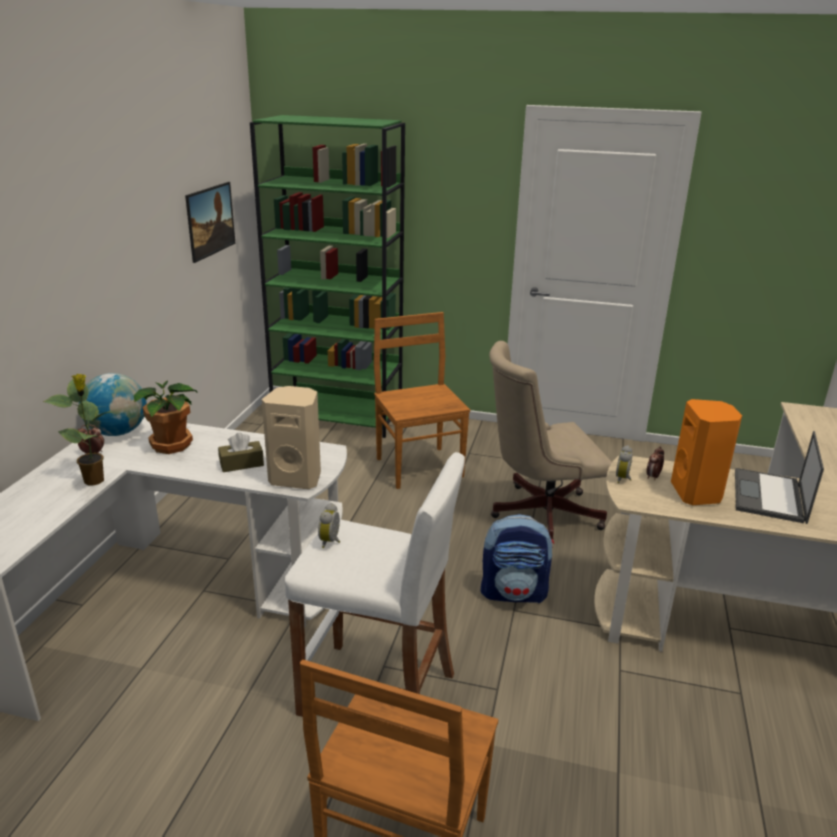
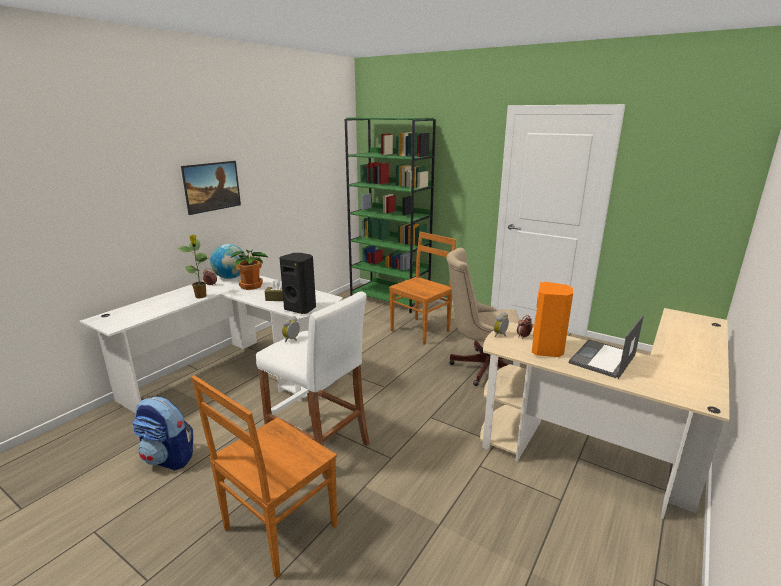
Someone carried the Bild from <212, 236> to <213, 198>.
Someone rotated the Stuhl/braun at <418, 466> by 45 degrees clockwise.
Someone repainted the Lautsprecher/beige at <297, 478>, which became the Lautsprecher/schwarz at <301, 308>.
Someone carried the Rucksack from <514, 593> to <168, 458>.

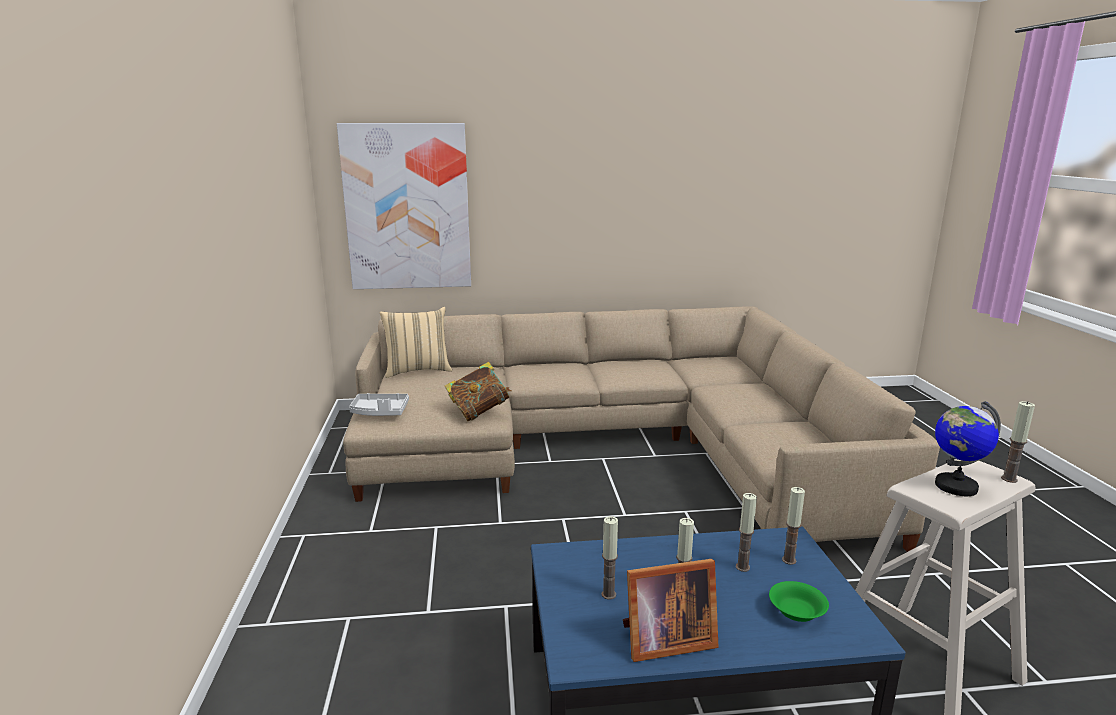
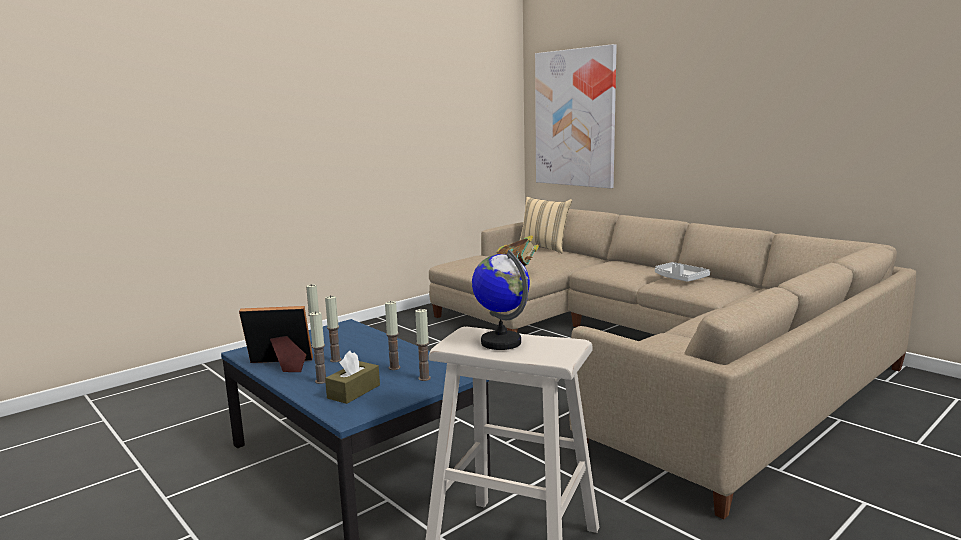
Someone carried the Tablett/grau from <380, 412> to <679, 279>.
Someone carried the Kerze from <1009, 479> to <321, 381>.
Someone rotated the Bilderrahmen at <664, 641> by 135 degrees clockwise.
Someone swapped the Schüssel/grün at <797, 612> for the Taschentuchbox/braun at <354, 391>.

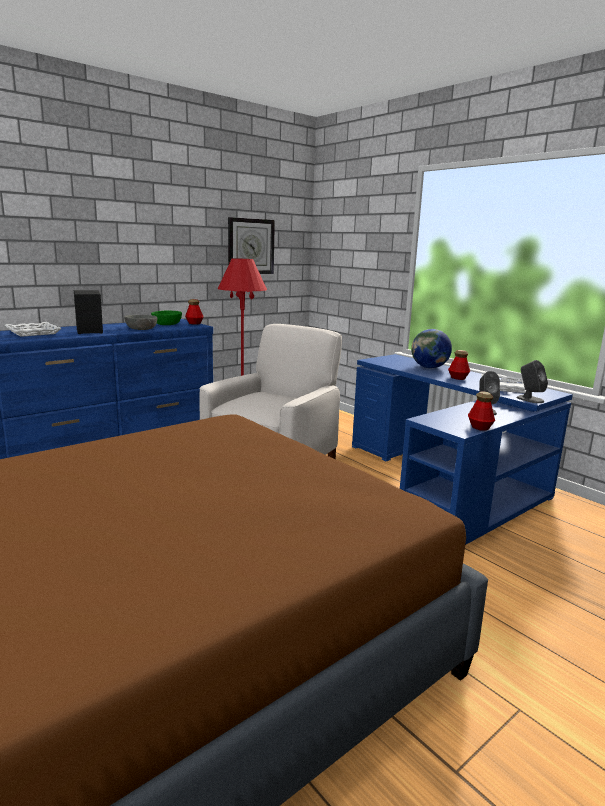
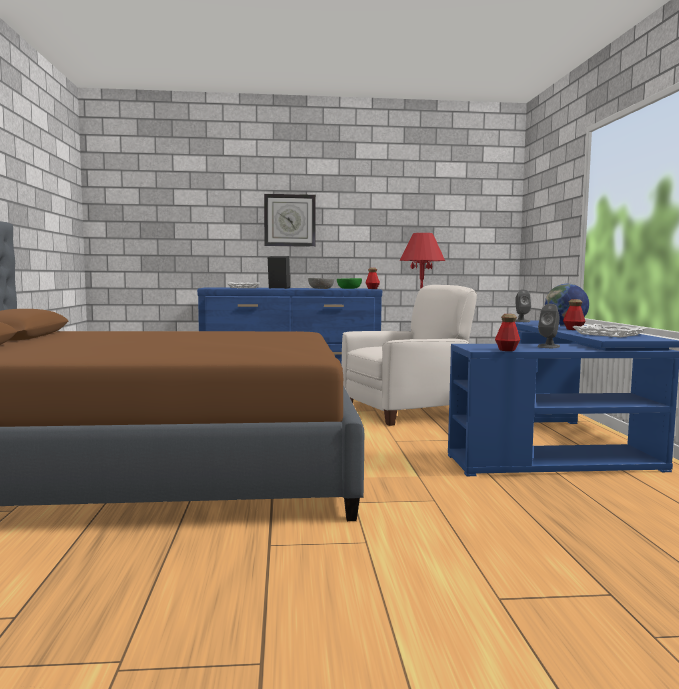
Someone carried the Wanduhr from <250, 246> to <290, 220>.
Someone carried the Lautsprecher/grau from <529, 399> to <521, 321>.

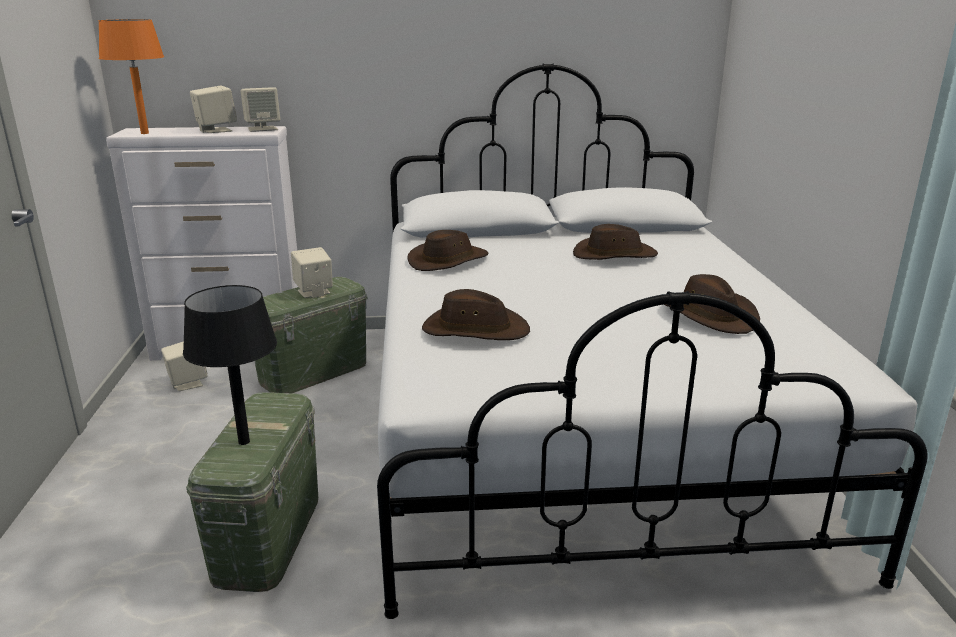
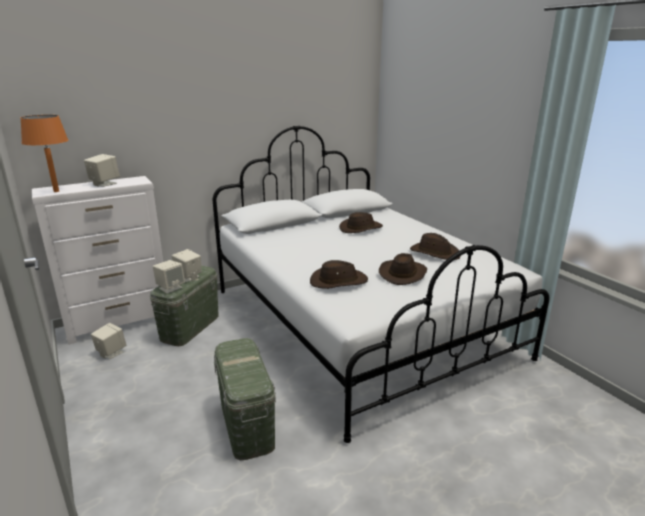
Someone carried the Lautsprecher/beige from <262, 129> to <170, 288>.
Someone carried the Hut/braun from <448, 261> to <402, 274>.
Someone took away the Tischlampe/schwarz at <244, 442>.

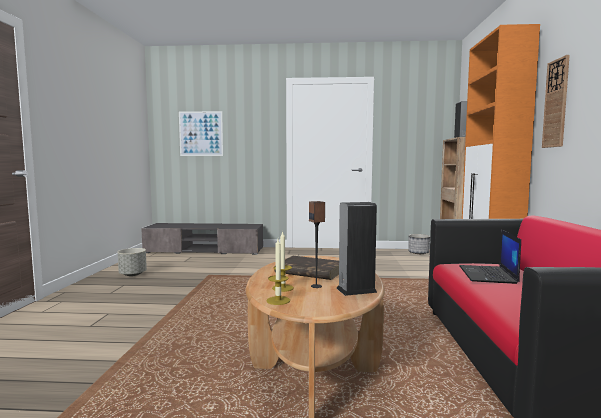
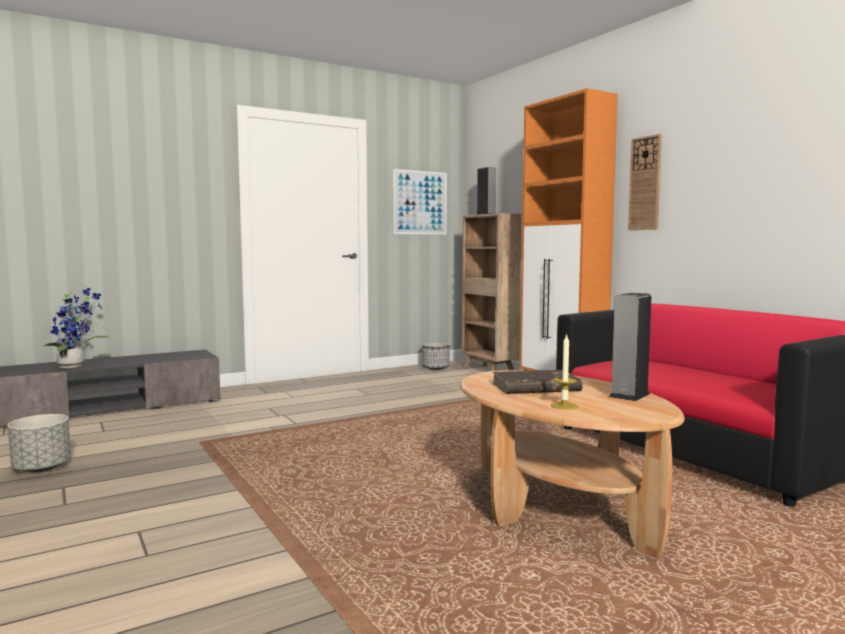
Someone carried the Bild from <201, 133> to <420, 202>.
Someone took away the Lautsprecher at <316, 286>.
Someone took away the Laptop at <488, 275>.
Someone took away the Kerze at <278, 300>.
Someone put down the Topfpflanze at <74, 366>.

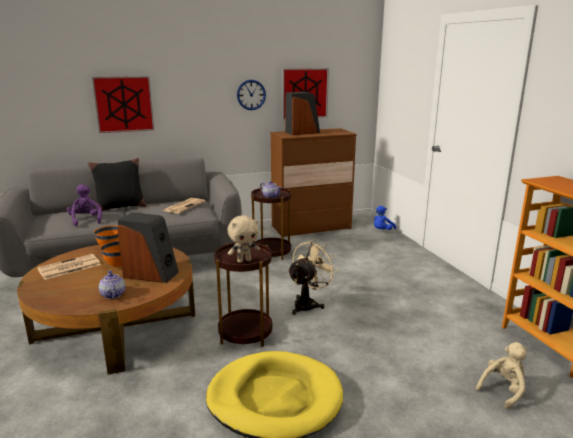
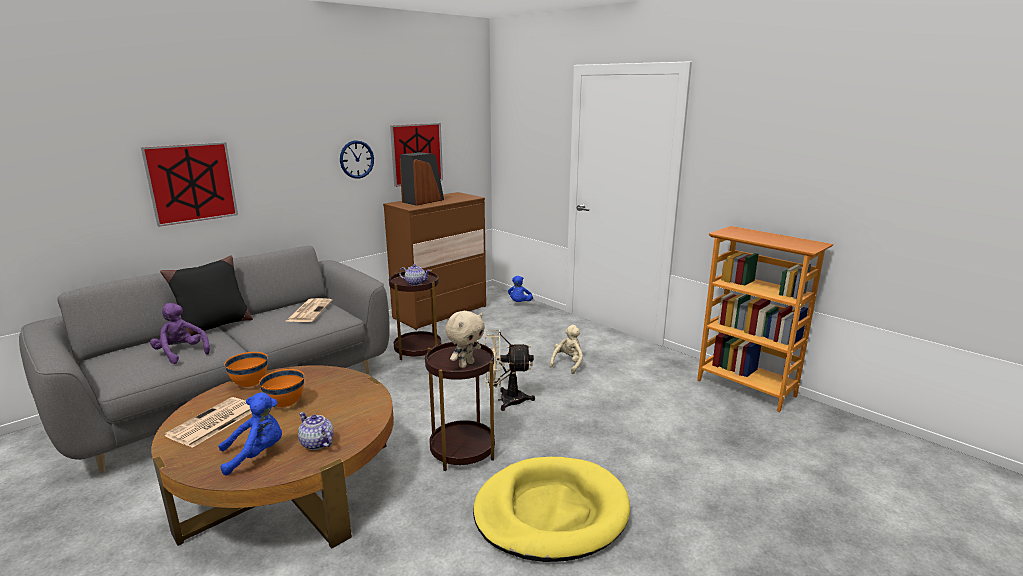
Someone took away the Lautsprecher at <151, 274>.
Someone rotated the Ventilator/beige at <308, 304> by 105 degrees counterclockwise.
Someone carried the Plüschtier/beige from <503, 390> to <568, 364>.
Someone put down the Plüschtier/blau at <256, 454>.

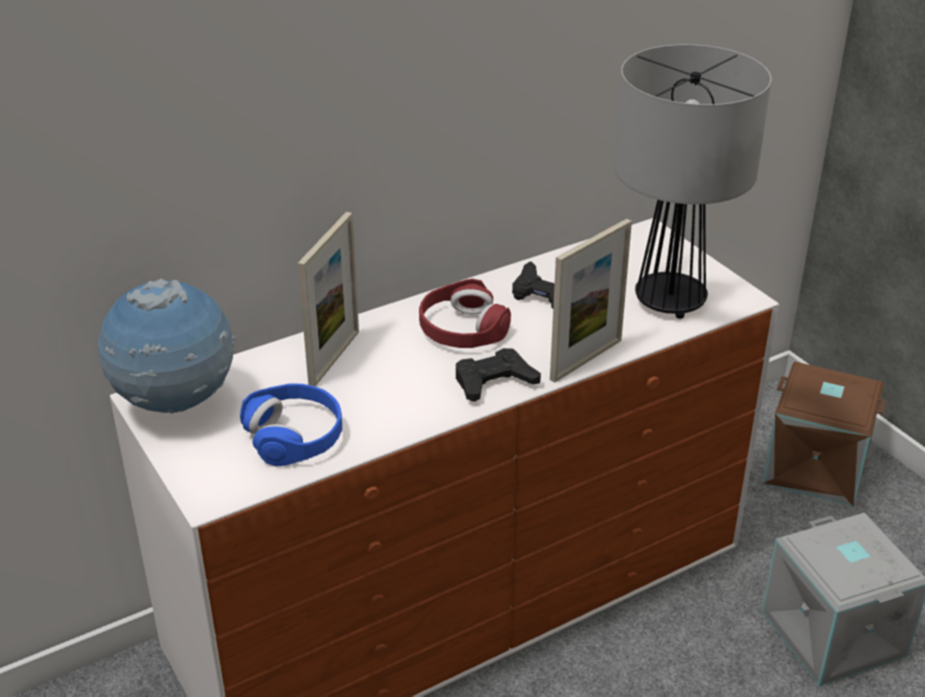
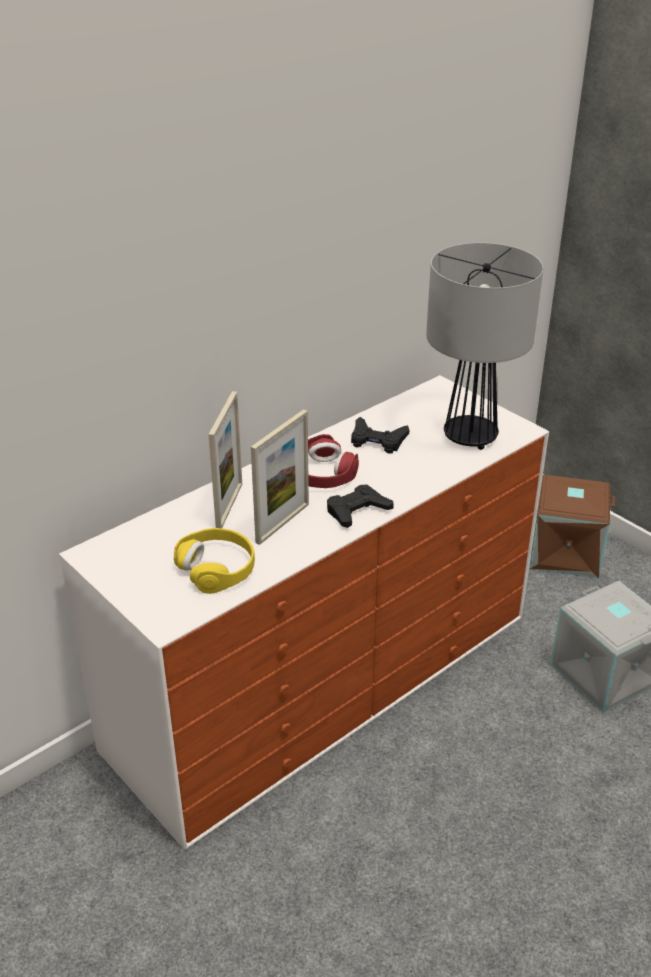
Someone carried the Bilderrahmen from <586, 359> to <282, 523>.
Someone took away the Globus at <176, 405>.
Someone repainted the Kopfhörer/blau at <294, 435>, which became the Kopfhörer/gelb at <217, 568>.

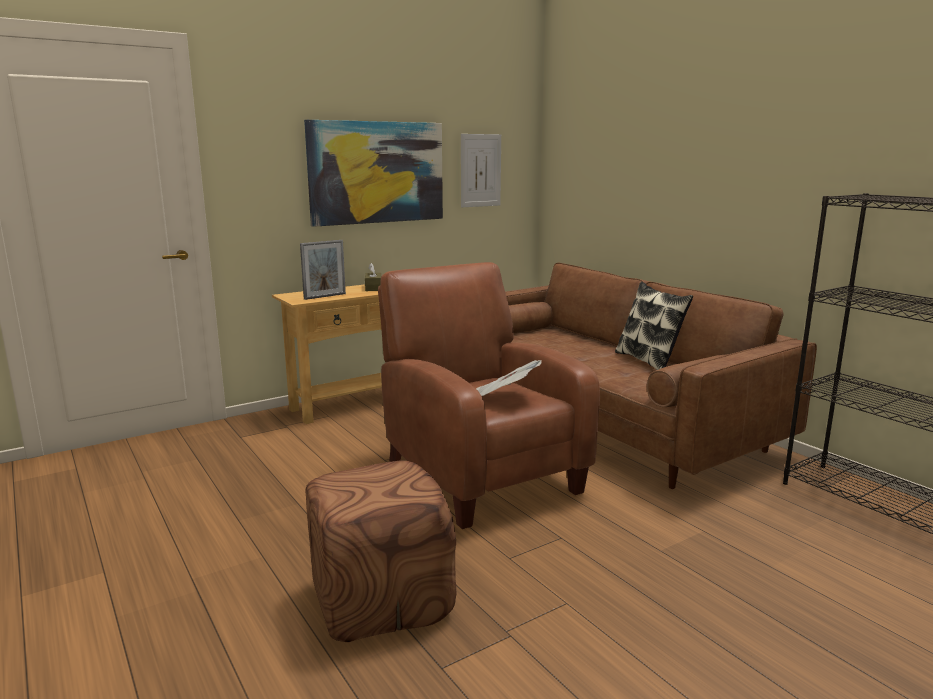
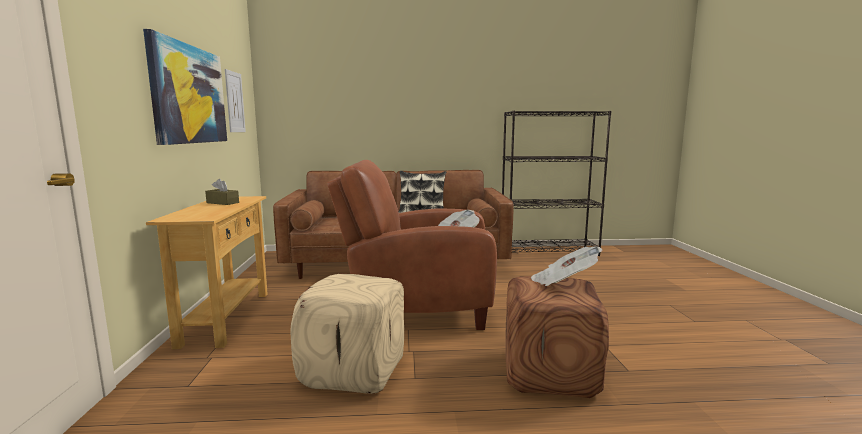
Someone took away the Bilderrahmen at <325, 296>.
Someone put down the Zeitung at <564, 282>.
Someone put down the Polsterhocker/beige at <353, 371>.

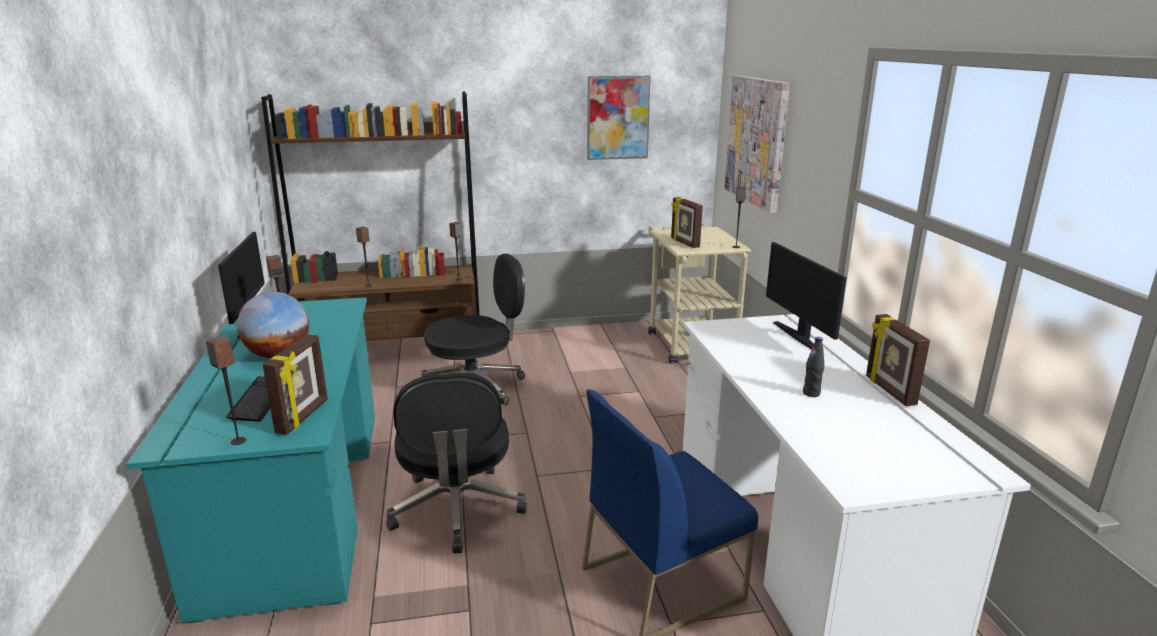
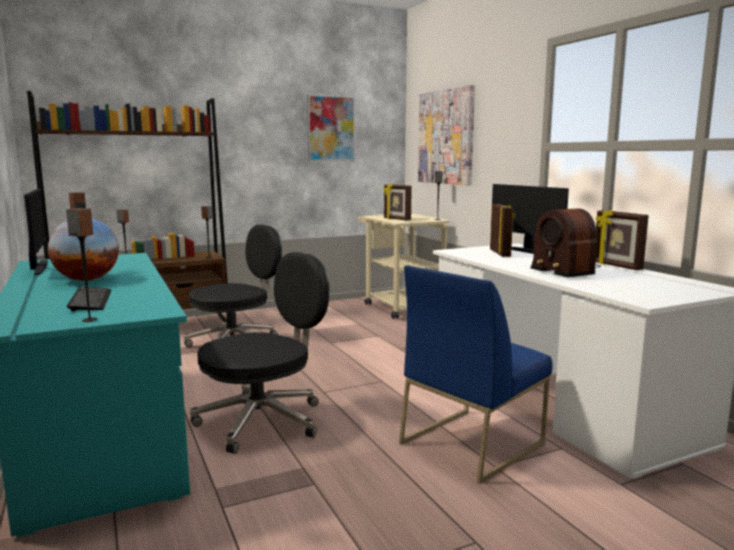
Someone carried the Bilderrahmen from <303, 417> to <500, 253>.
Someone swapped the Flasche/schwarz at <811, 393> for the Radio at <564, 270>.
Someone rotated the Bürostuhl/schwarz at <457, 509> by 105 degrees counterclockwise.

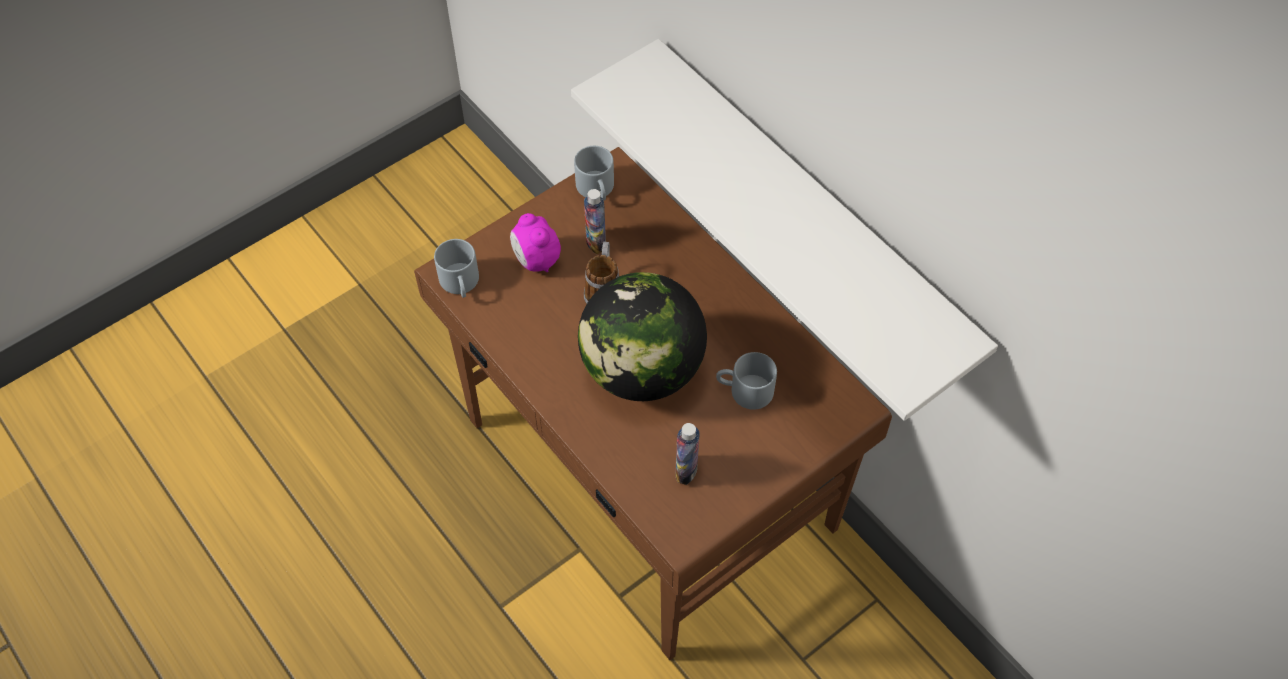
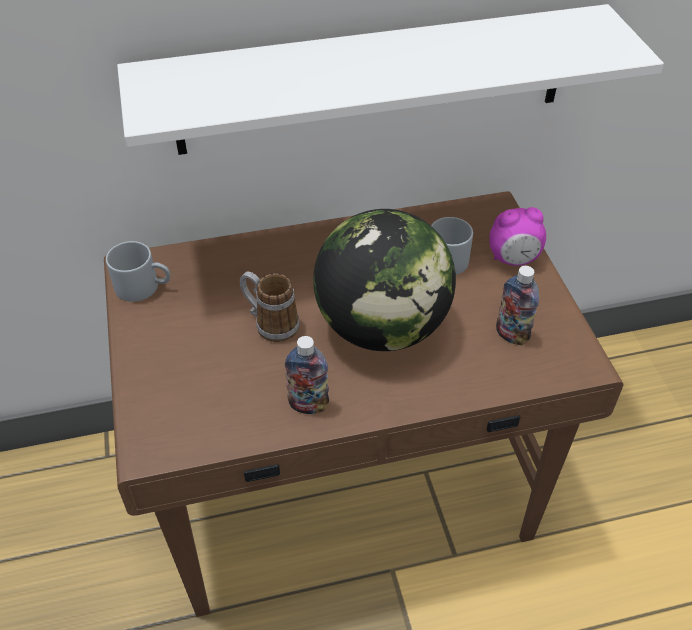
Someone carried the Flasche from <596, 242> to <308, 405>.
Someone carried the Wecker from <536, 260> to <513, 259>.
Someone took away the Henkelbecher/grau at <461, 283>.

